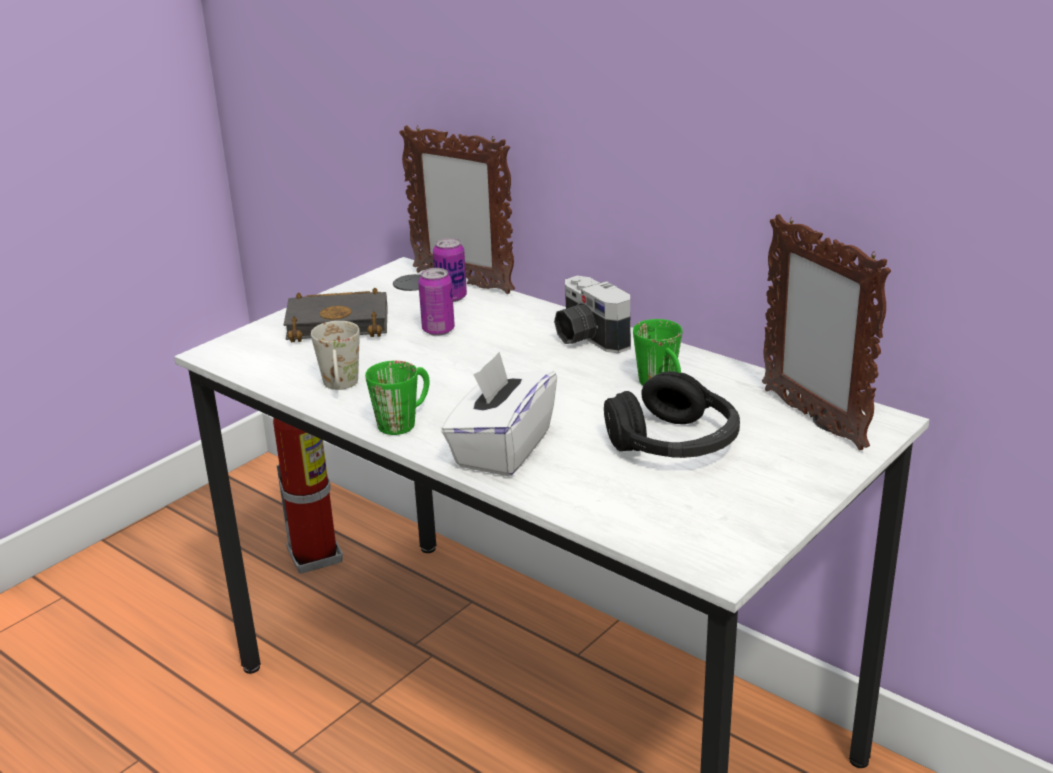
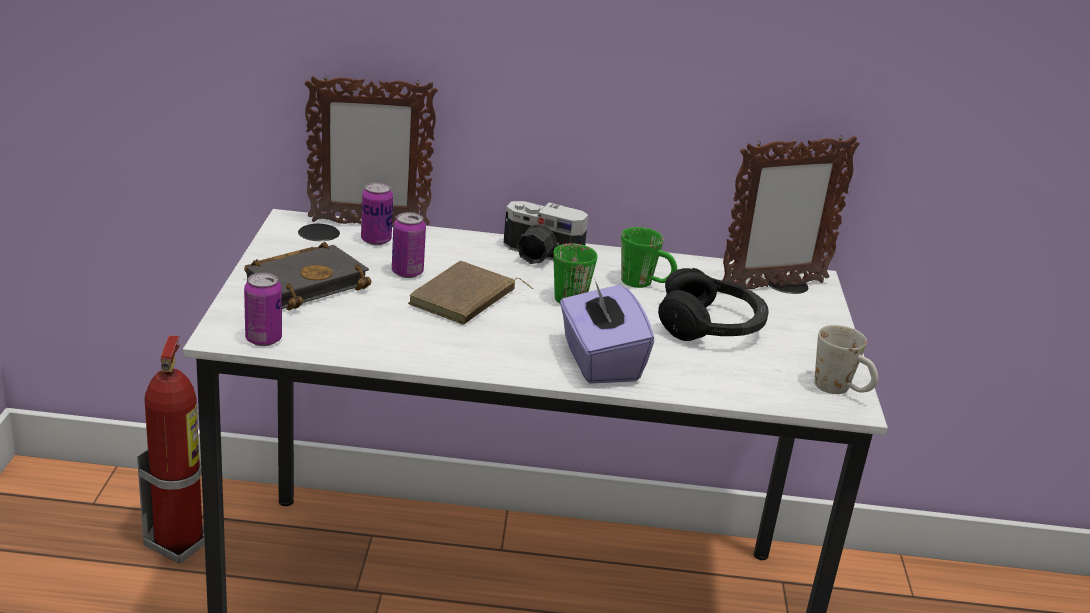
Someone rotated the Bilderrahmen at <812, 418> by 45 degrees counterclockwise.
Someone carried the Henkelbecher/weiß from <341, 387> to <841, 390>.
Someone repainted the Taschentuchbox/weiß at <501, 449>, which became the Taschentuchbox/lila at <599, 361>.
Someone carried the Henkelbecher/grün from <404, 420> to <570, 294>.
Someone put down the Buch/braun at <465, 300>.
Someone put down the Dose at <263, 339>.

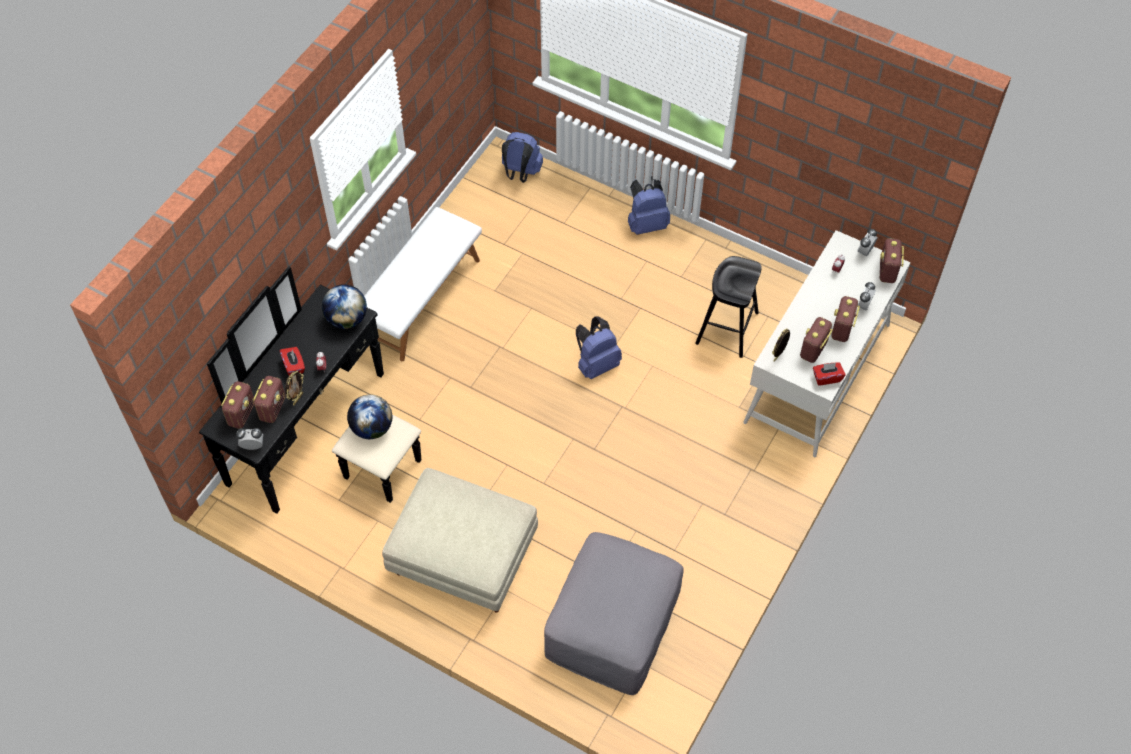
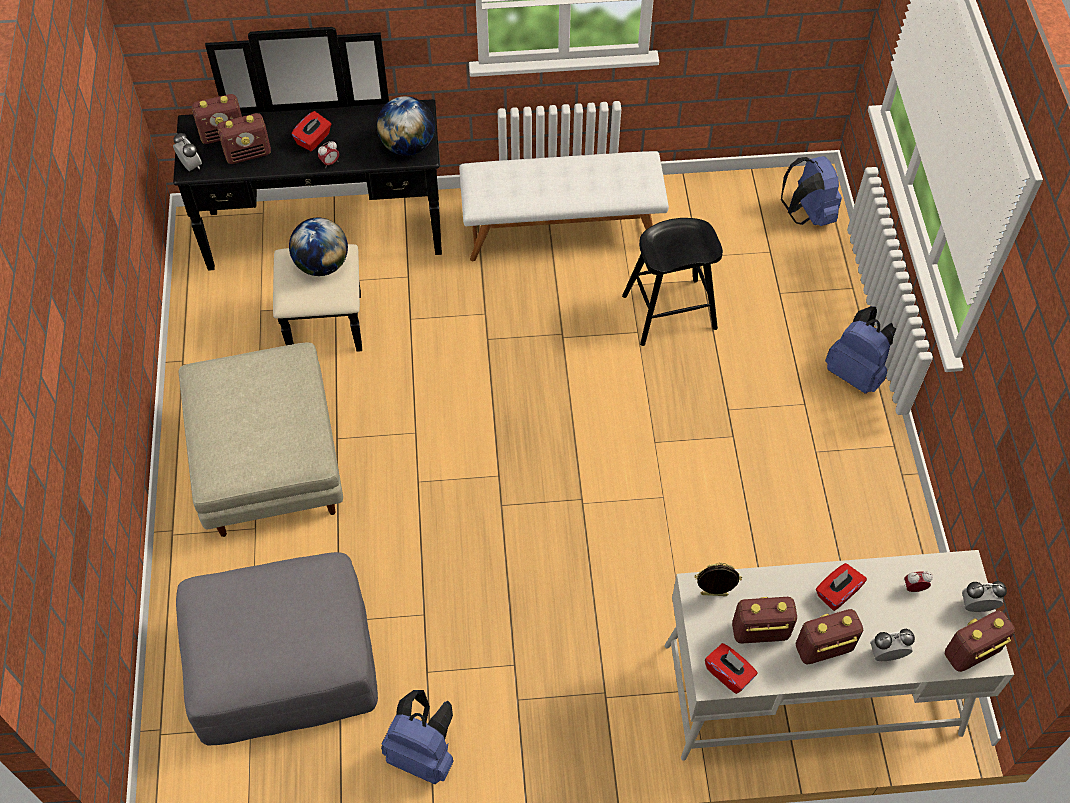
Someone carried the Hocker/schwarz from <727, 328> to <669, 312>.
Someone carried the Rucksack/blau from <596, 364> to <424, 753>.
Someone took away the Bilderrahmen at <297, 398>.
Someone put down the Taschentuchbox/rot at <837, 592>.

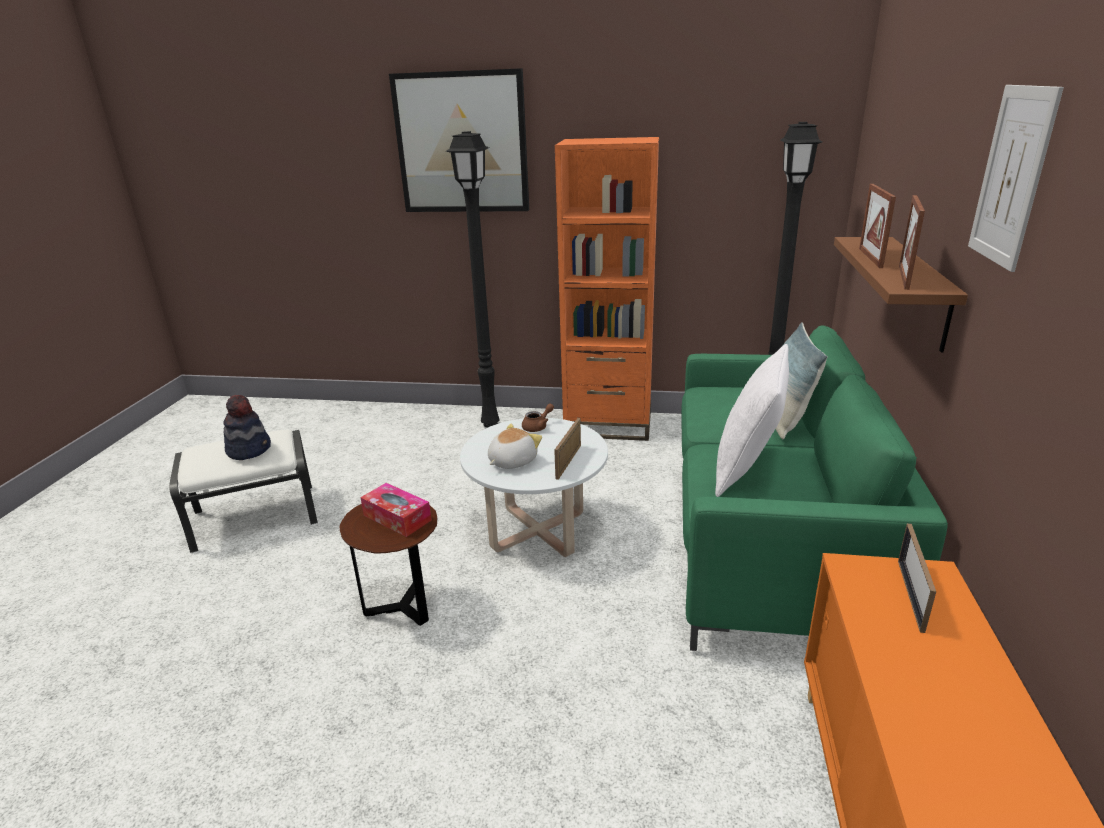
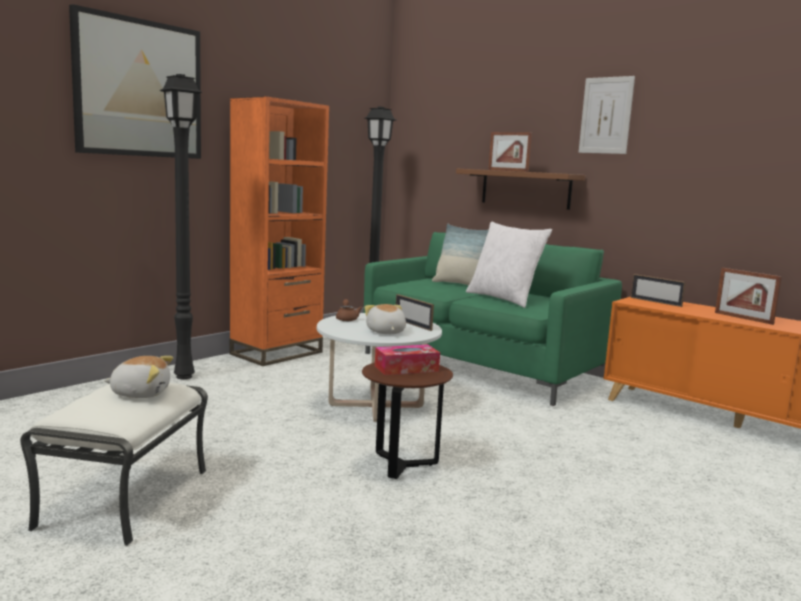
Someone carried the Bilderrahmen from <903, 277> to <743, 318>.
Someone swapped the Hut at <249, 449> for the Plüschtier at <141, 393>.

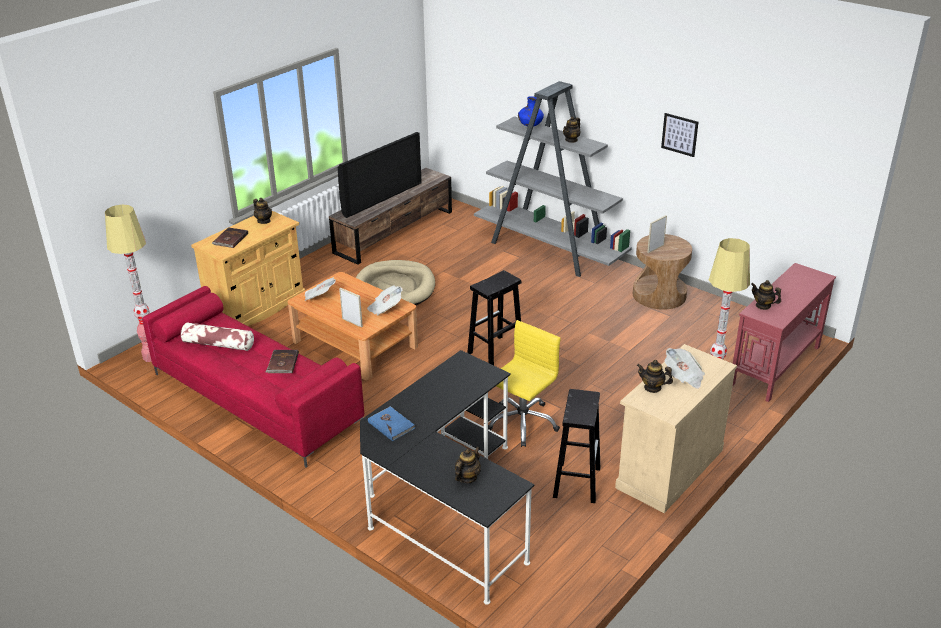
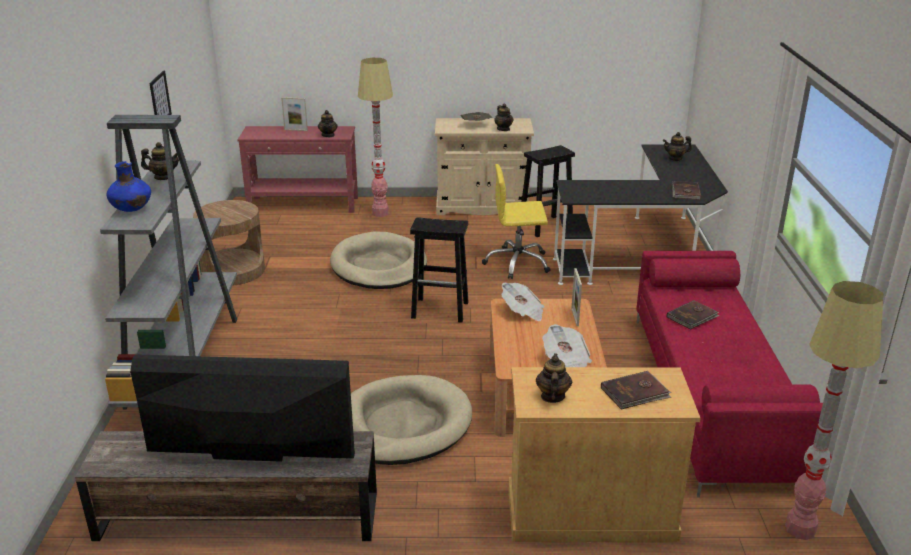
Someone carried the Bilderrahmen from <655, 248> to <296, 130>.
Someone took away the Kissen at <218, 344>.
Someone repainted the Buch/blau at <391, 425>, which became the Buch/braun at <685, 192>.
Someone put down the Hundebett/beige at <379, 266>.

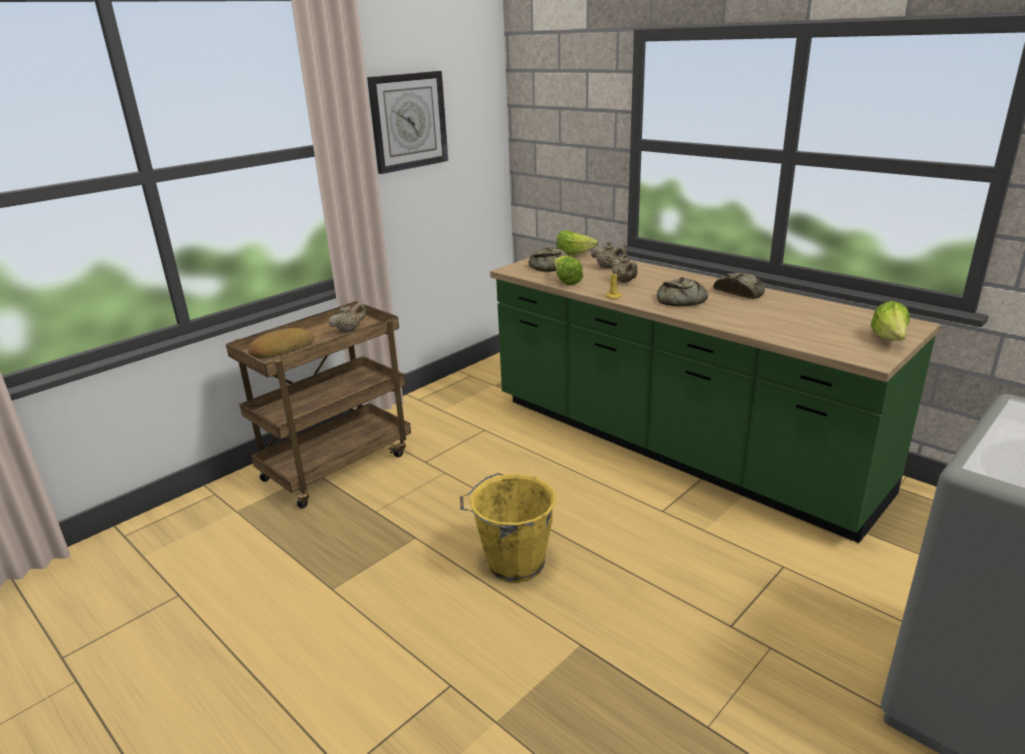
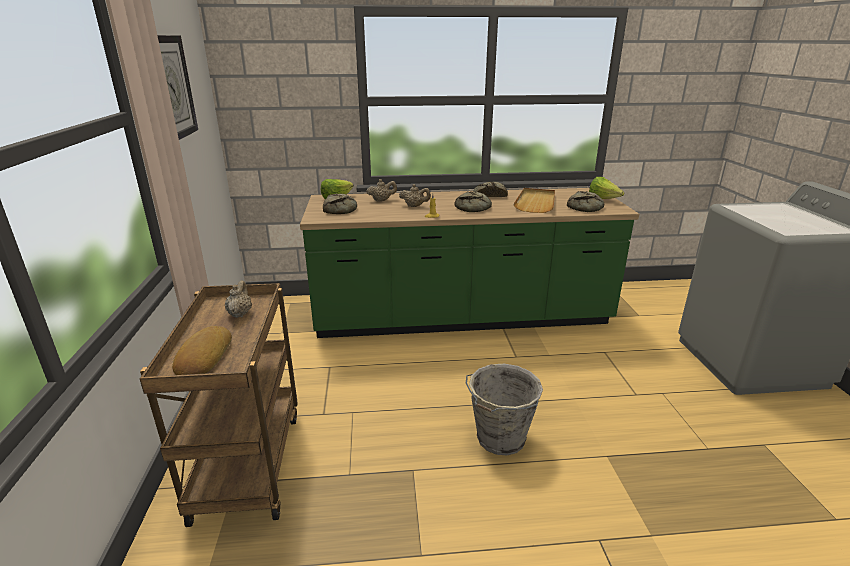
Someone took away the Salatkopf at <566, 281>.
Someone repainted the Eimer/gelb at <512, 563>, which became the Eimer/grau at <499, 439>.
Someone put down the Tablett/beige at <536, 202>.
Someone put down the Brot at <586, 207>.

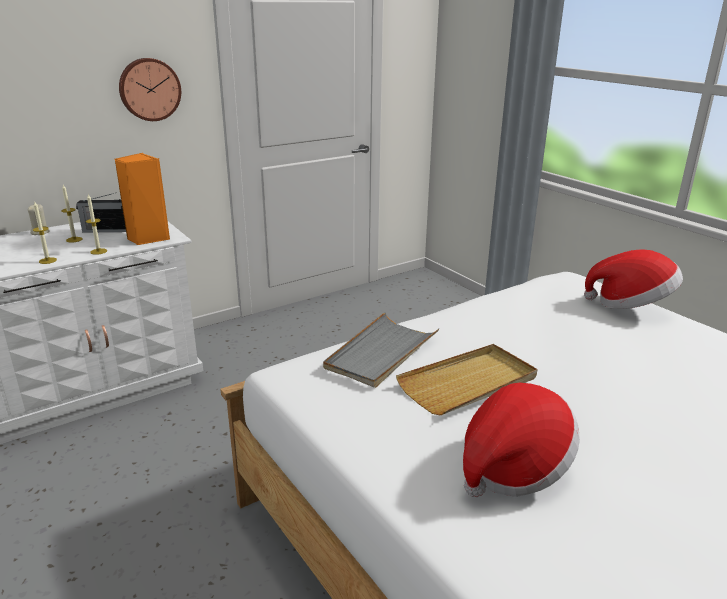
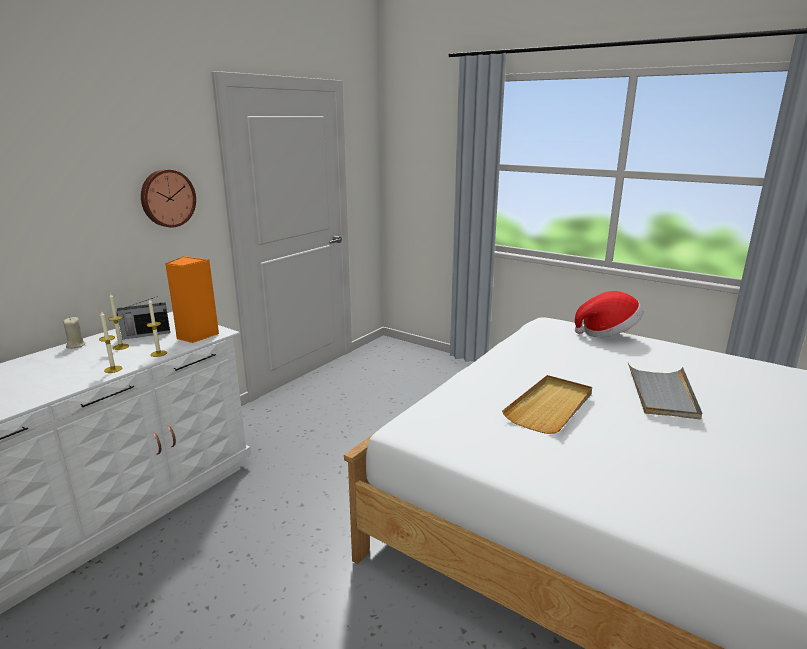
Someone carried the Tablett/grau from <381, 353> to <662, 393>.
Someone took away the Hut at <513, 467>.

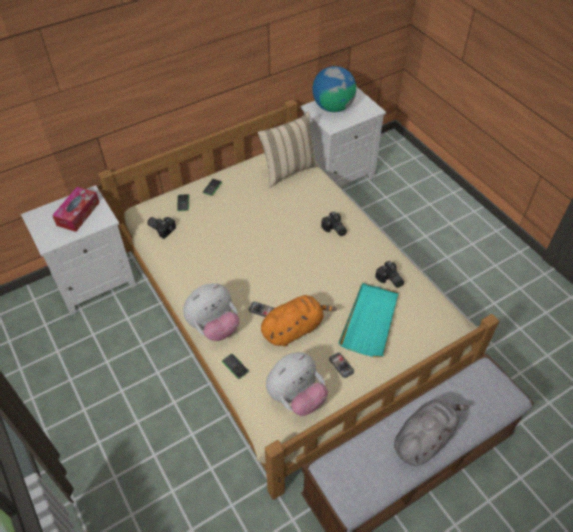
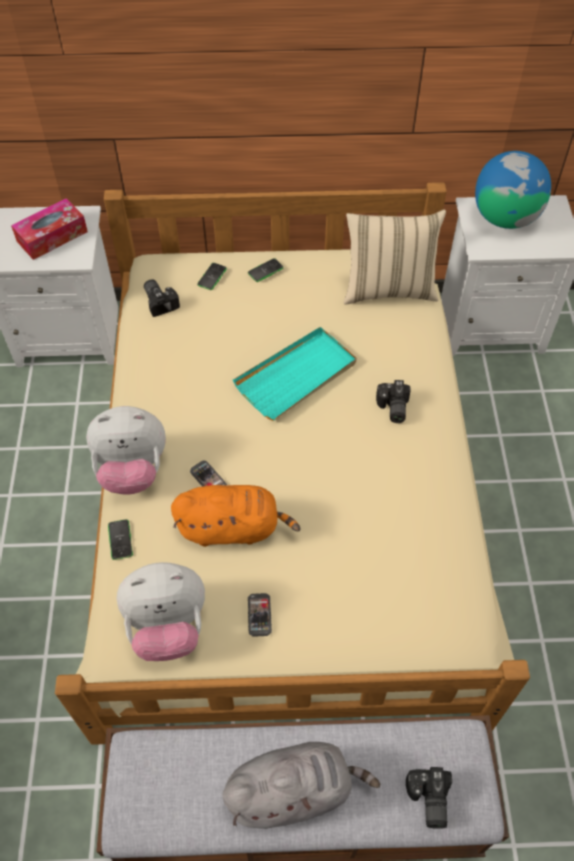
Someone carried the Kamera from <389, 280> to <427, 800>.
Someone carried the Tablett/türkis from <370, 321> to <297, 376>.

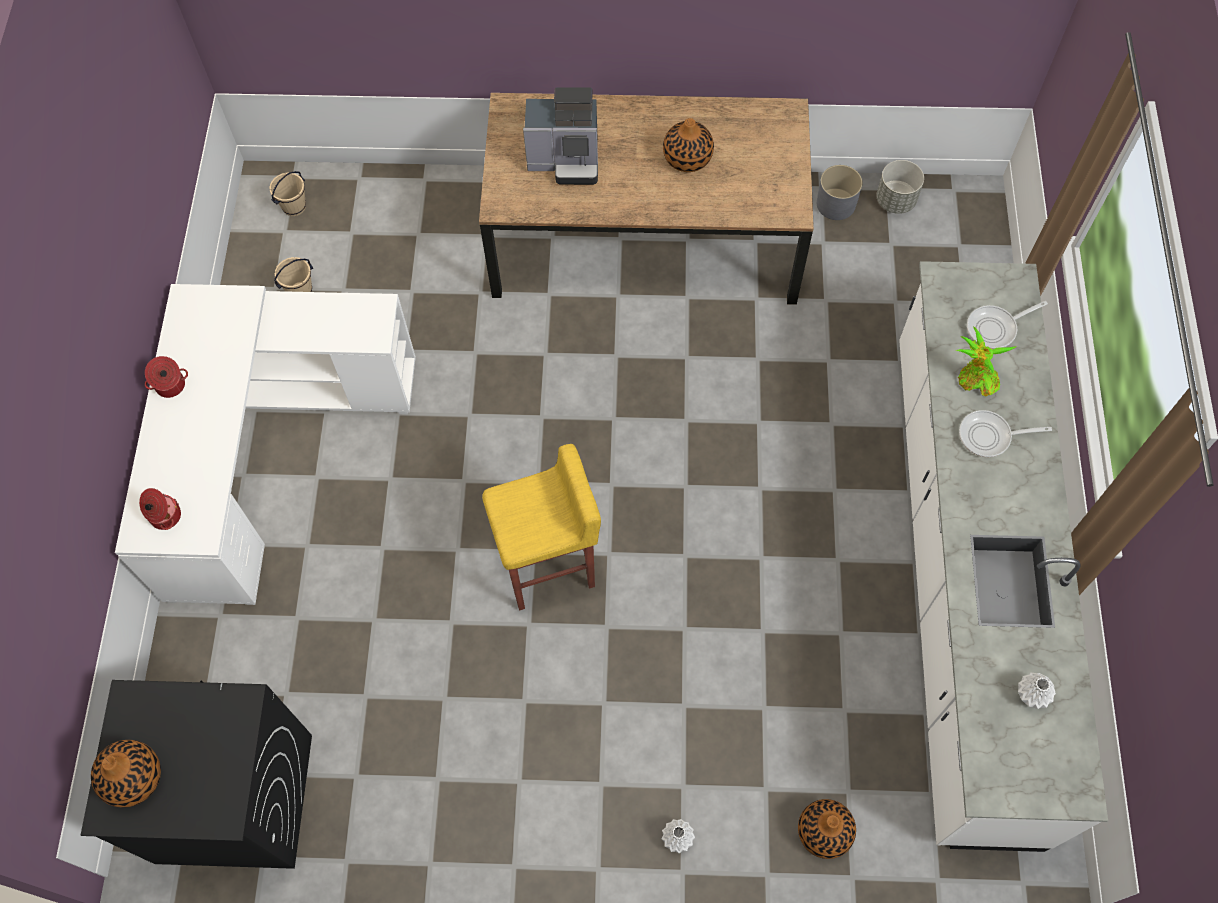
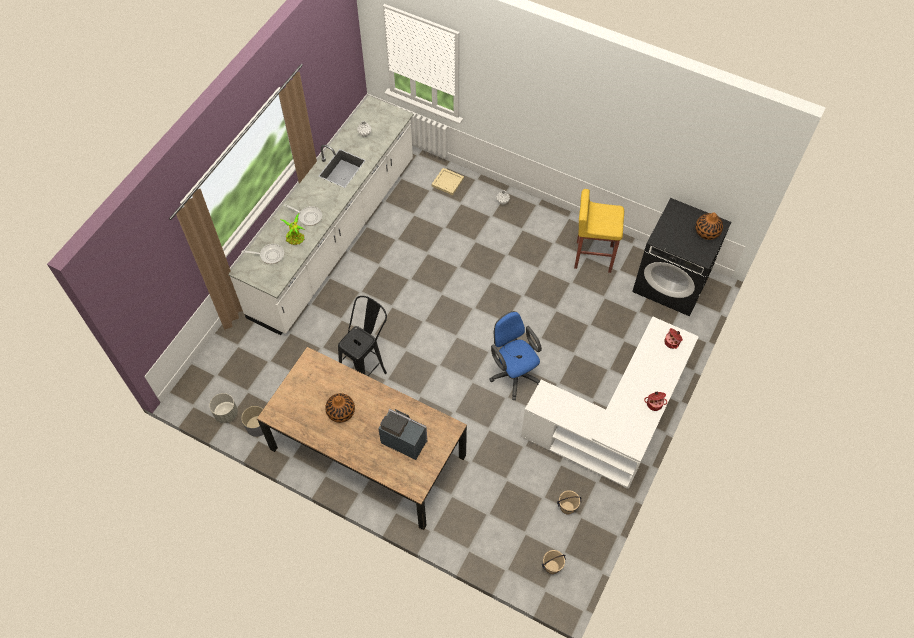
Someone carried the Hocker/gelb from <549, 567> to <592, 256>.
Someone swapped the Vase at <824, 832> for the Tablett/beige at <447, 182>.
Someone put down the Hocker/schwarz at <367, 370>.
Someone put down the Bürostuhl/blau at <514, 373>.

